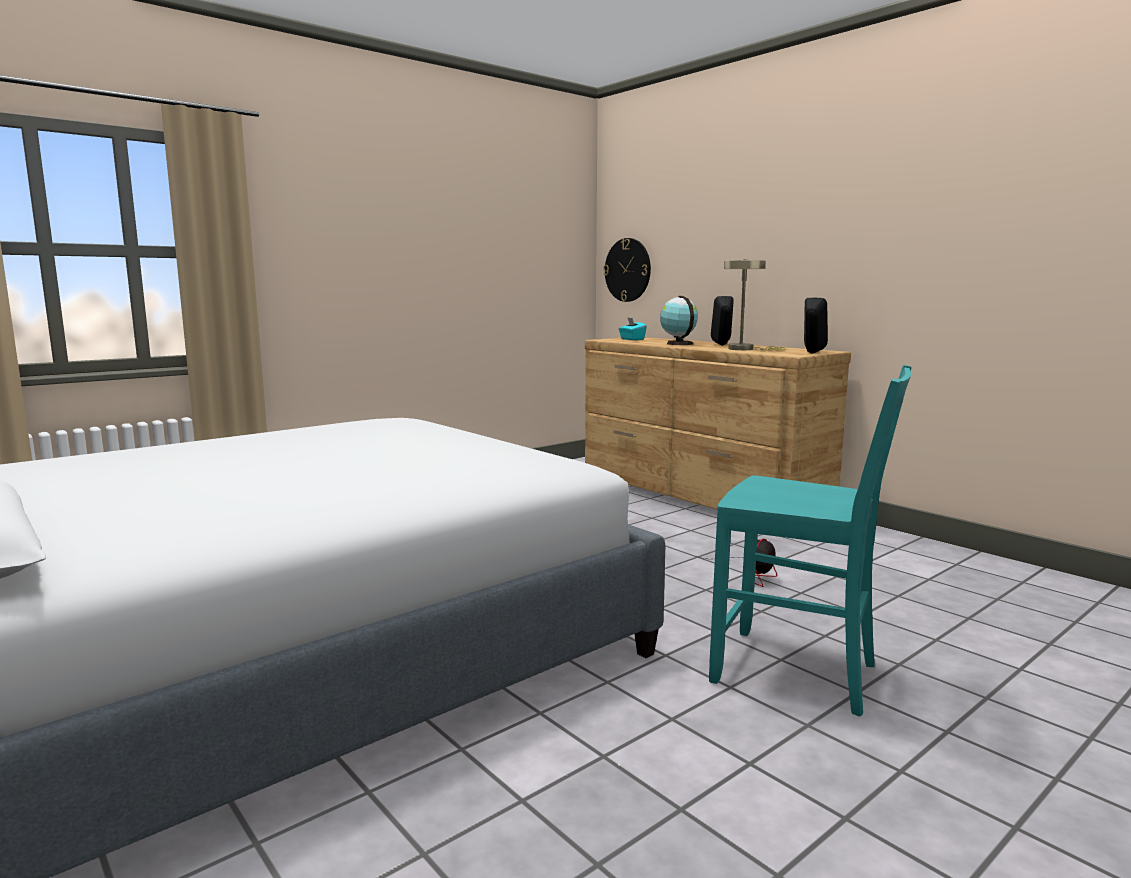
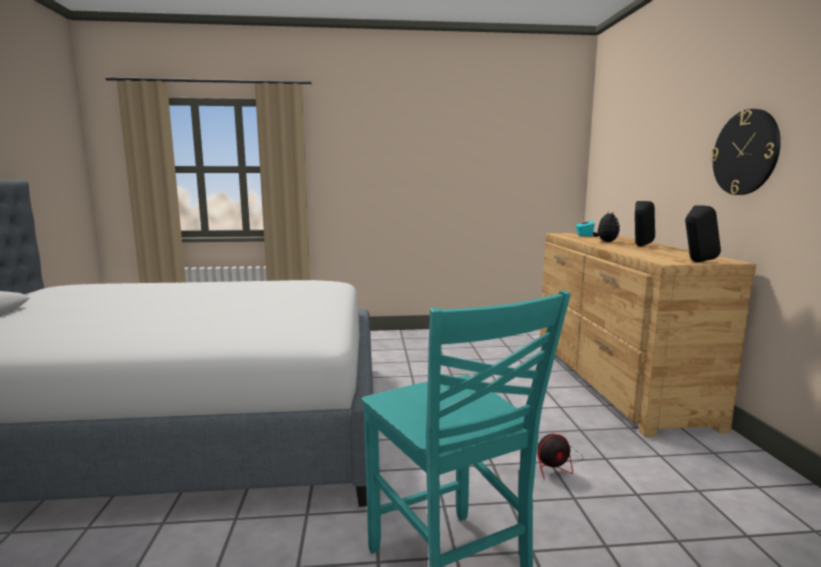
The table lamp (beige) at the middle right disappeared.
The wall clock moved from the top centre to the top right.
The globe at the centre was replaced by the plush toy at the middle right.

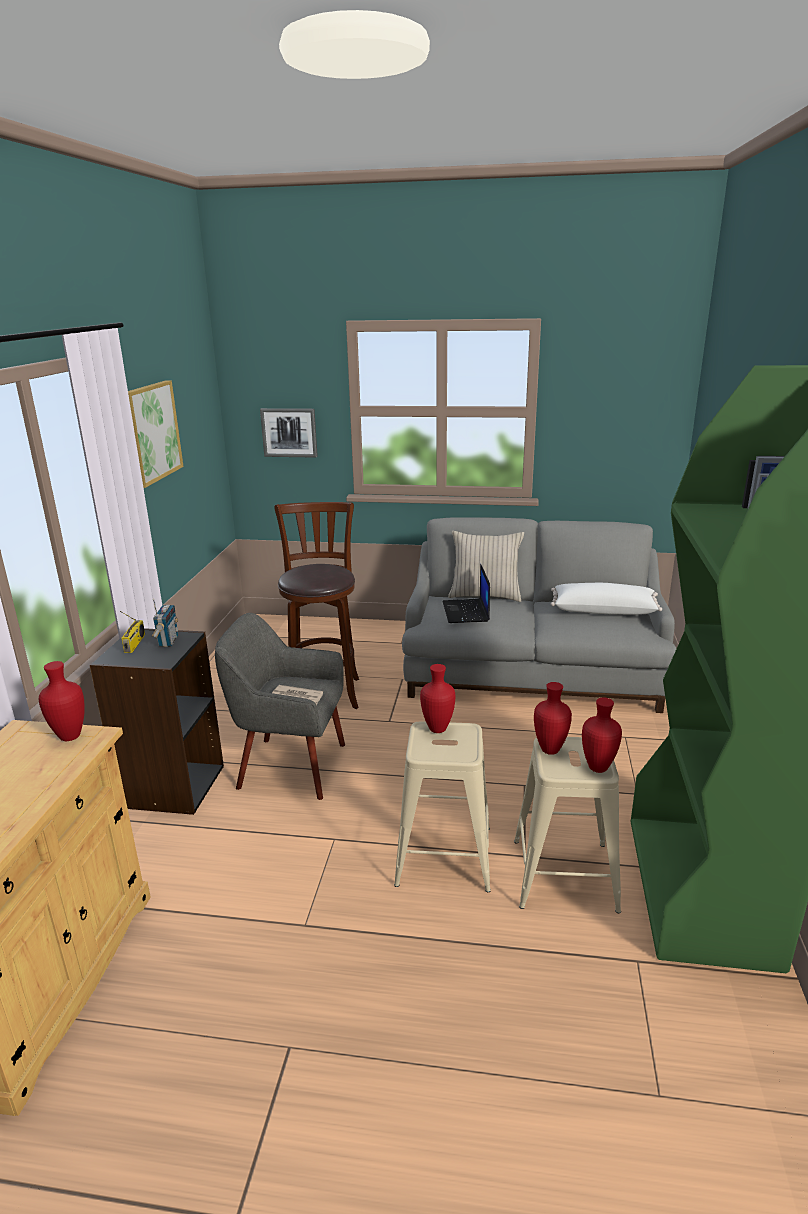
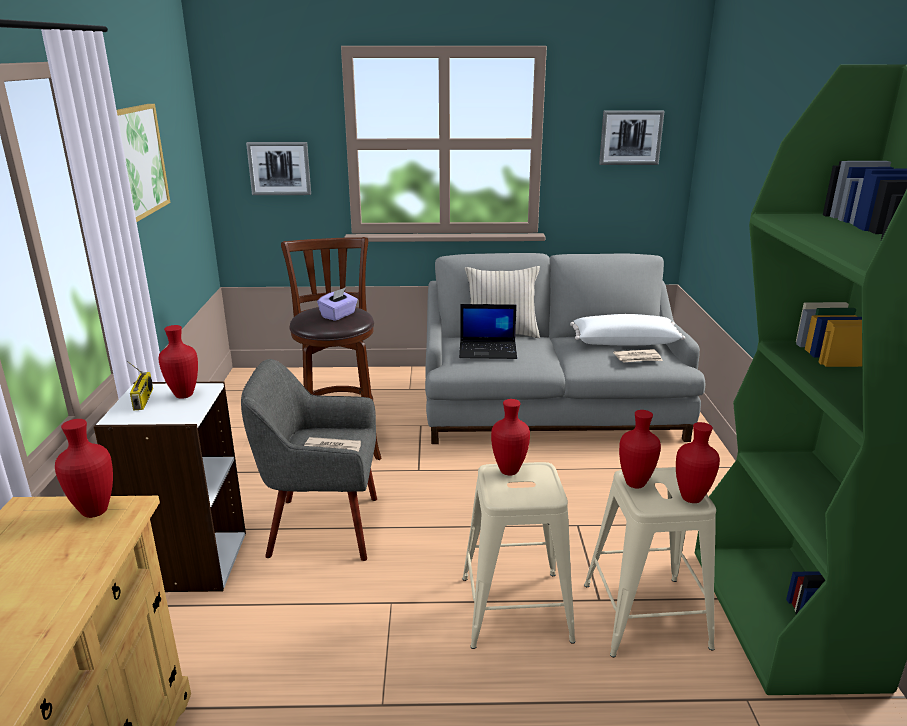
The tissue box (purple) at the centre appeared.
The picture (3rd from left) at the top right appeared.
The newspaper (2nd from left) at the middle right appeared.
The radio (2nd from left) at the middle left was replaced by the vase (red) (2nd from left) at the middle left.
The bookcase (black) at the middle left became the bookcase (white) at the bottom left.
The laptop at the centre turned 75 degrees counterclockwise.

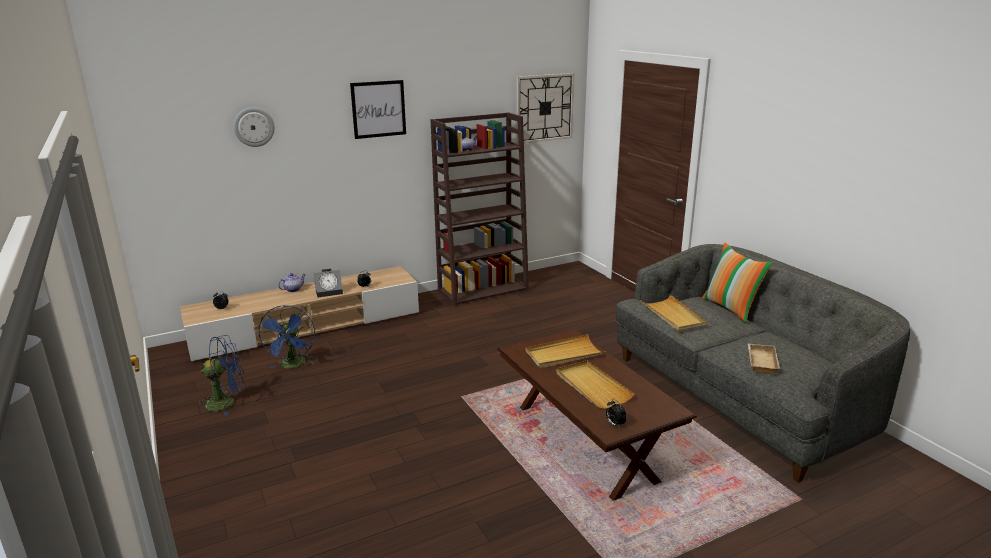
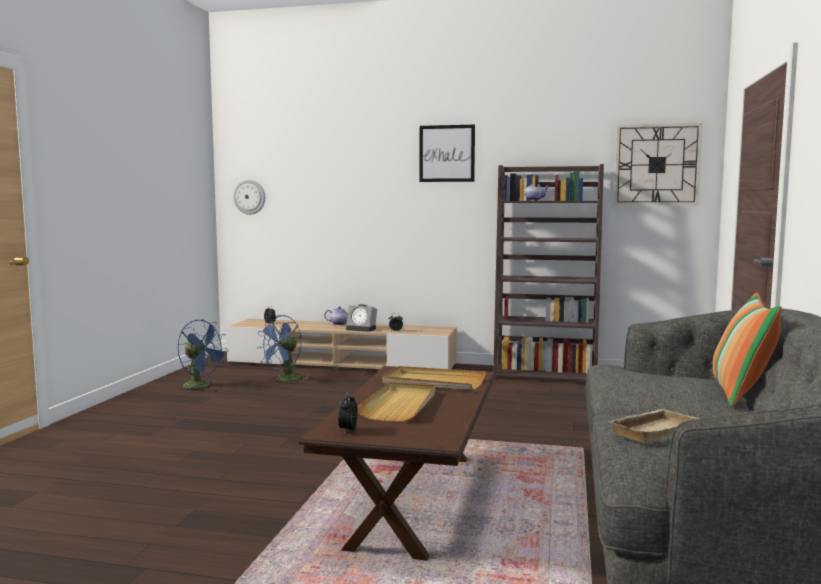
The tray (beige) (3rd from left) at the middle right disappeared.
The wall clock (1st from left) moved from the top left to the middle left.

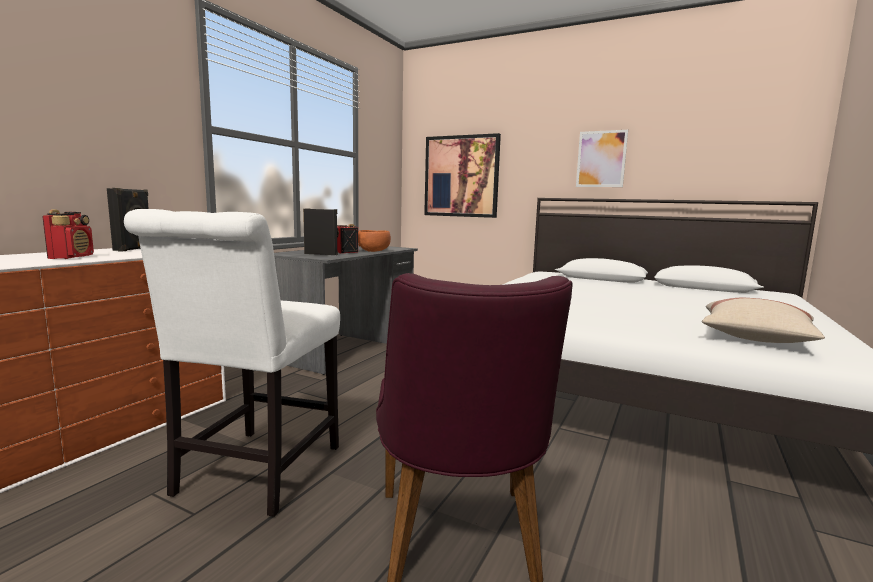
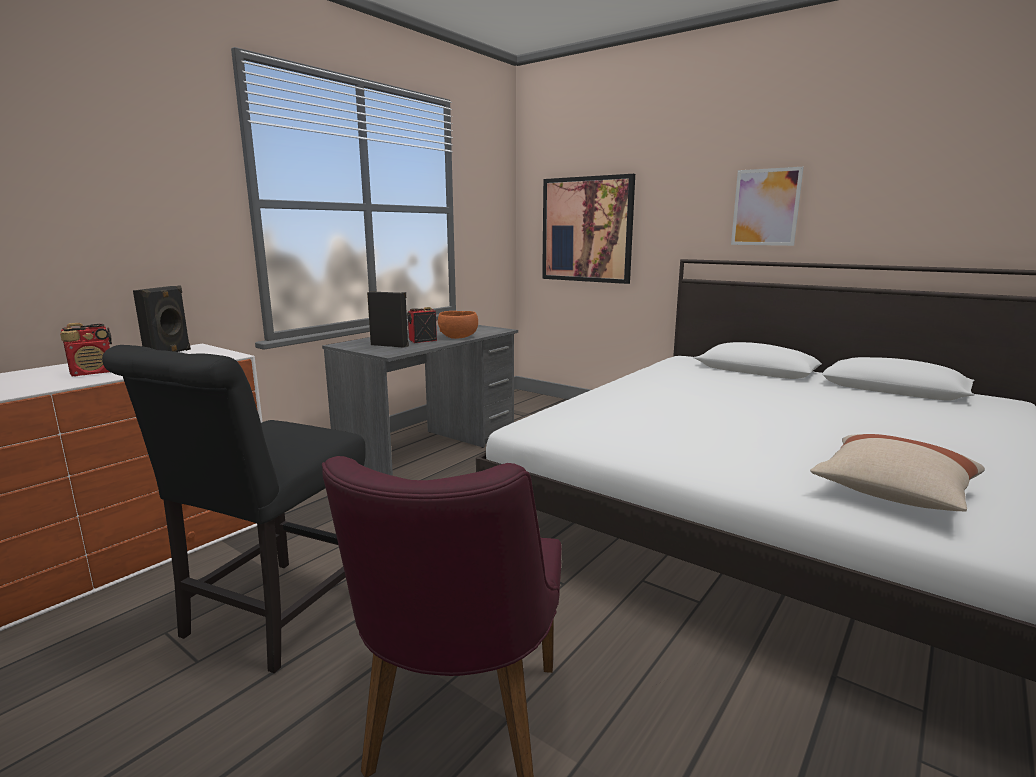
The chair (white) at the middle left became the chair (black) at the middle left.
The radio (1st from left) at the middle left turned 45 degrees clockwise.

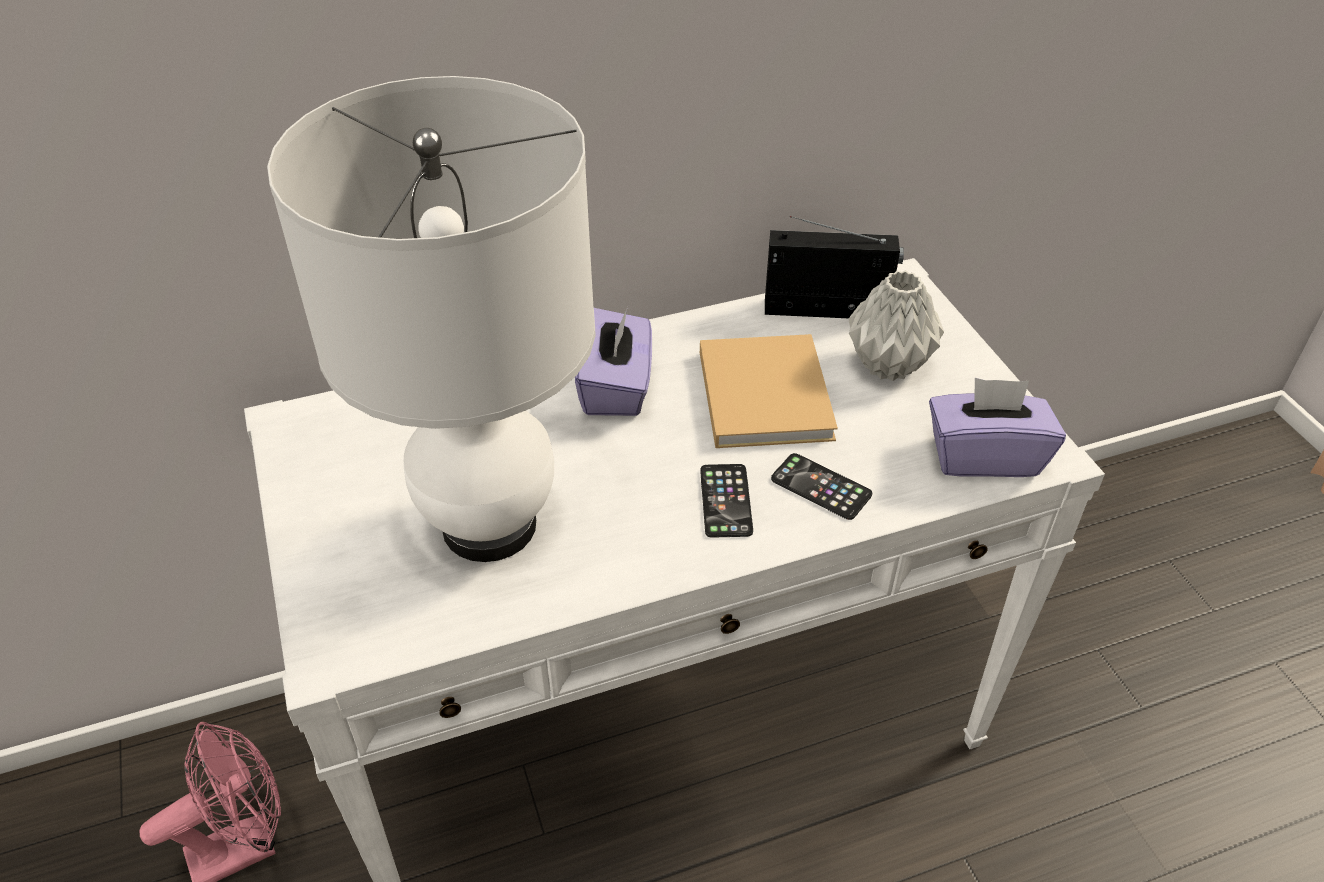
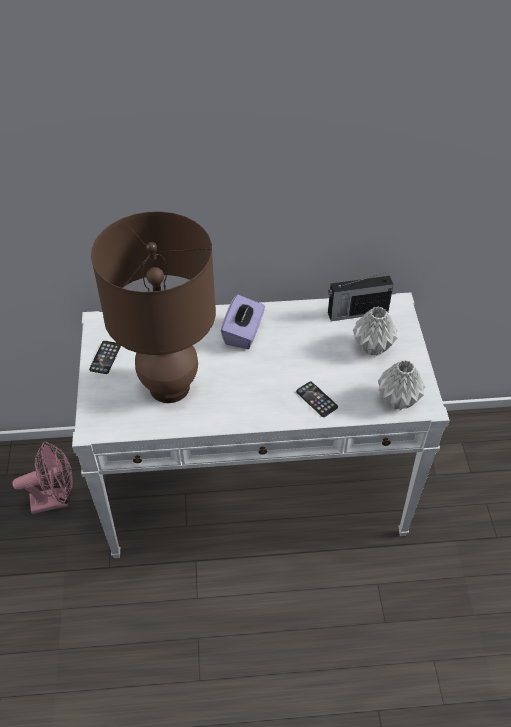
The book (beige) at the centre disappeared.
The phone (1st from left) moved from the centre to the middle left.
The tissue box (purple) (2nd from left) at the middle right was replaced by the vase (grey) (2nd from left) at the middle right.
The table lamp (white) at the middle left became the table lamp (brown) at the middle left.
The radio at the top centre turned 150 degrees clockwise.

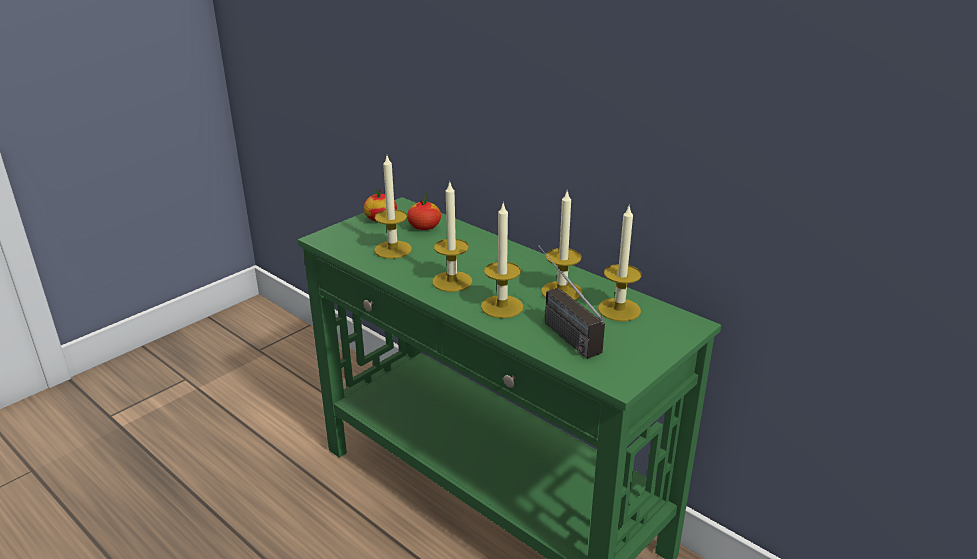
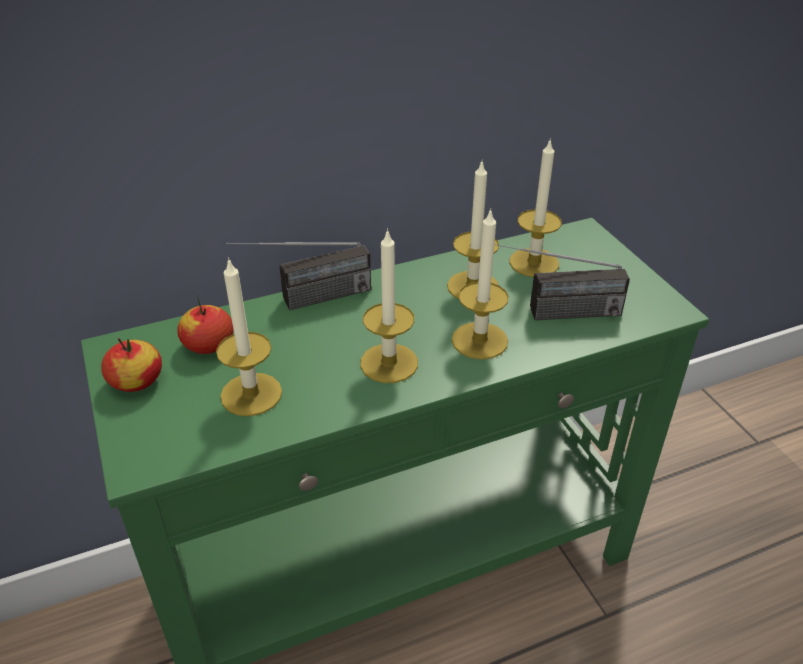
The radio (1st from left) at the centre appeared.

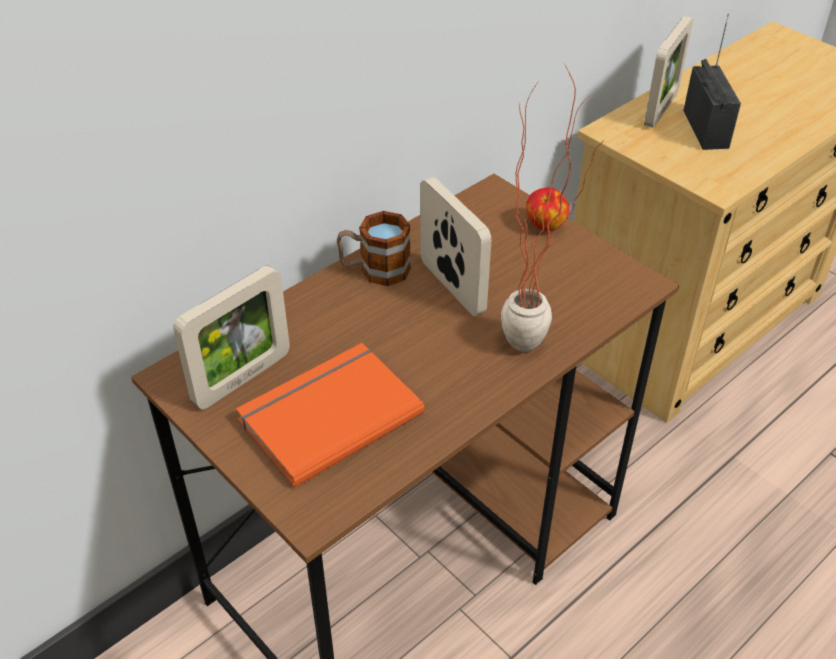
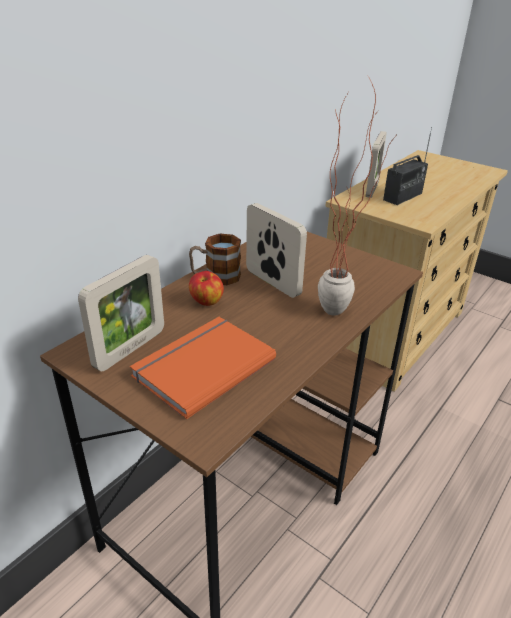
The apple moved from the top centre to the centre.
The radio at the top right turned 60 degrees clockwise.

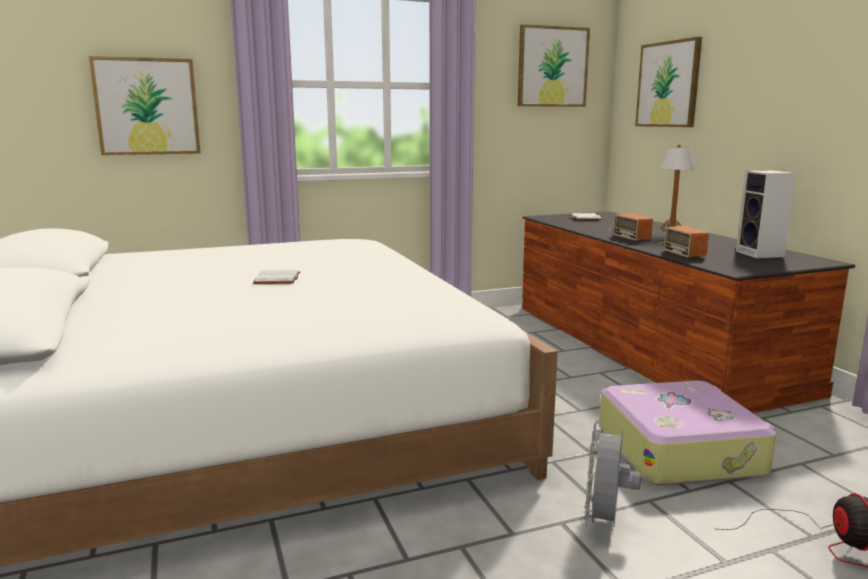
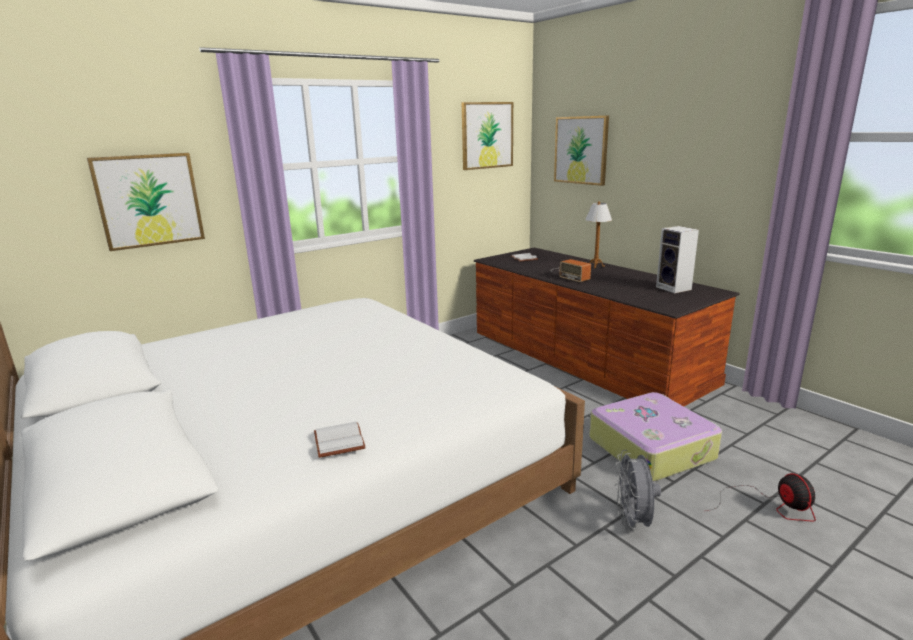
The radio (2nd from left) at the middle right disappeared.
The book (white) (1st from left) moved from the middle left to the bottom centre.

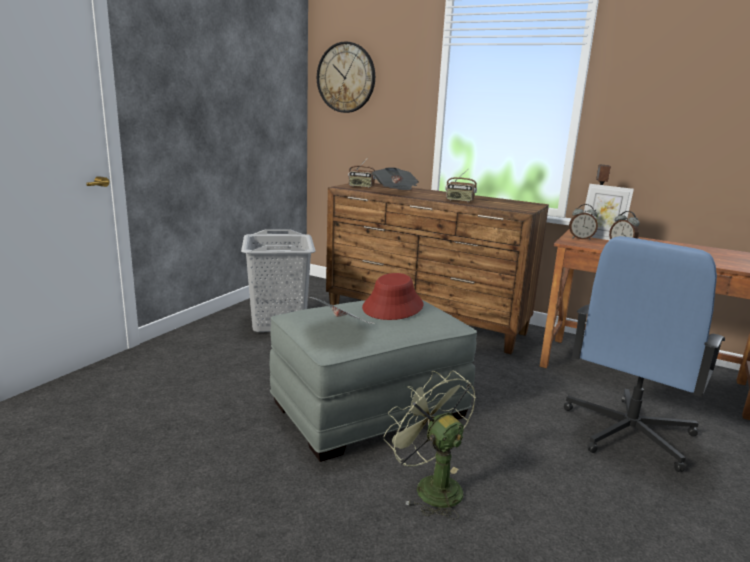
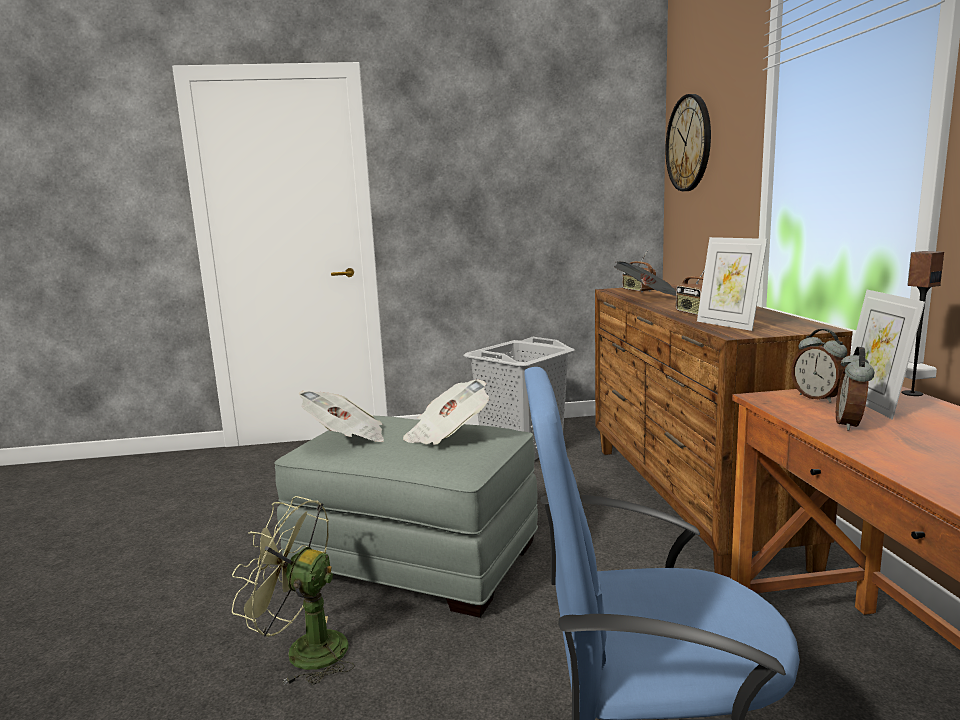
The picture frame (1st from left) at the middle right appeared.
The hat (red) at the centre was replaced by the newspaper (2nd from left) at the centre.
The fan (green) at the bottom centre turned 90 degrees counterclockwise.

